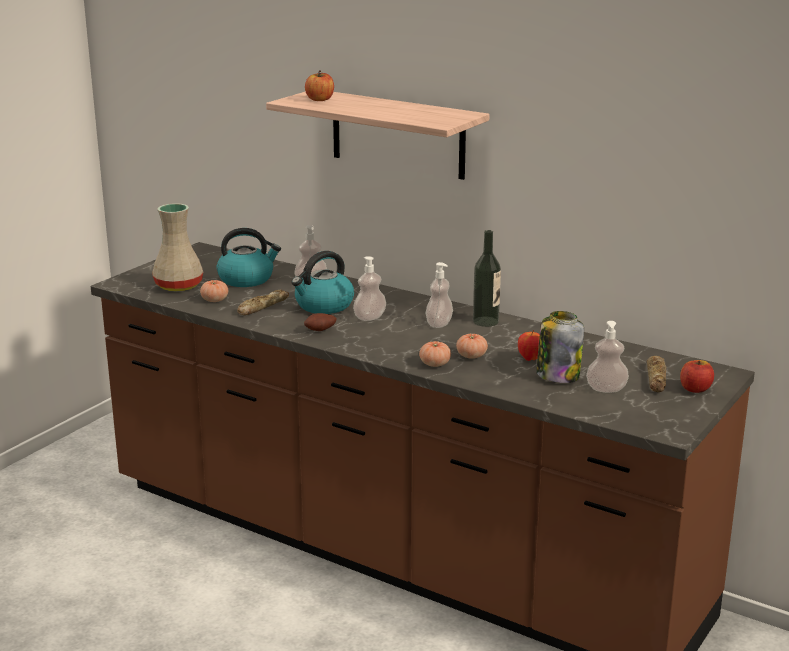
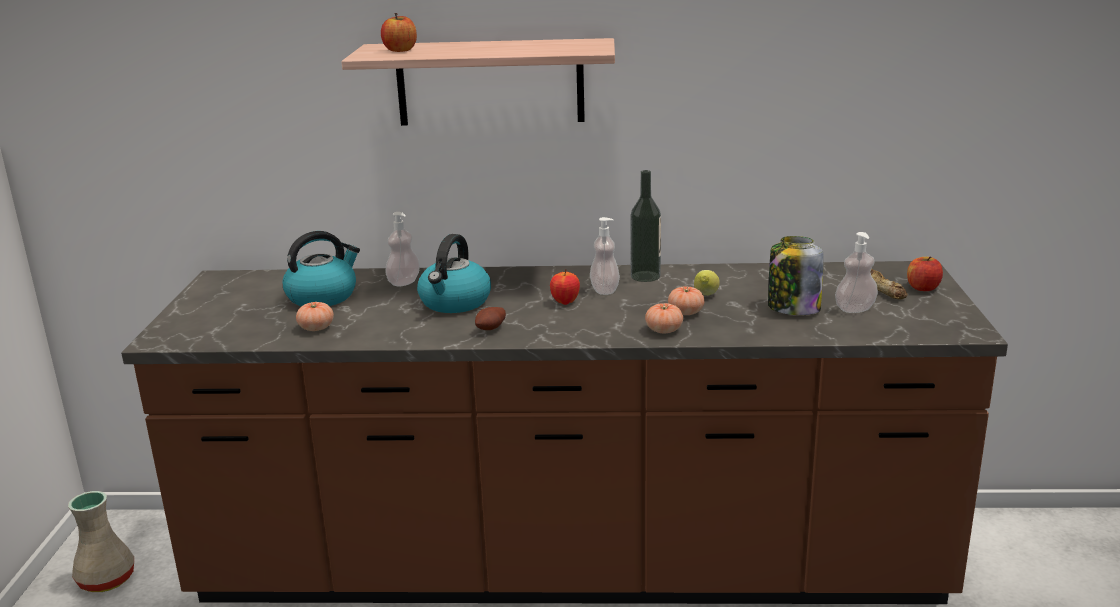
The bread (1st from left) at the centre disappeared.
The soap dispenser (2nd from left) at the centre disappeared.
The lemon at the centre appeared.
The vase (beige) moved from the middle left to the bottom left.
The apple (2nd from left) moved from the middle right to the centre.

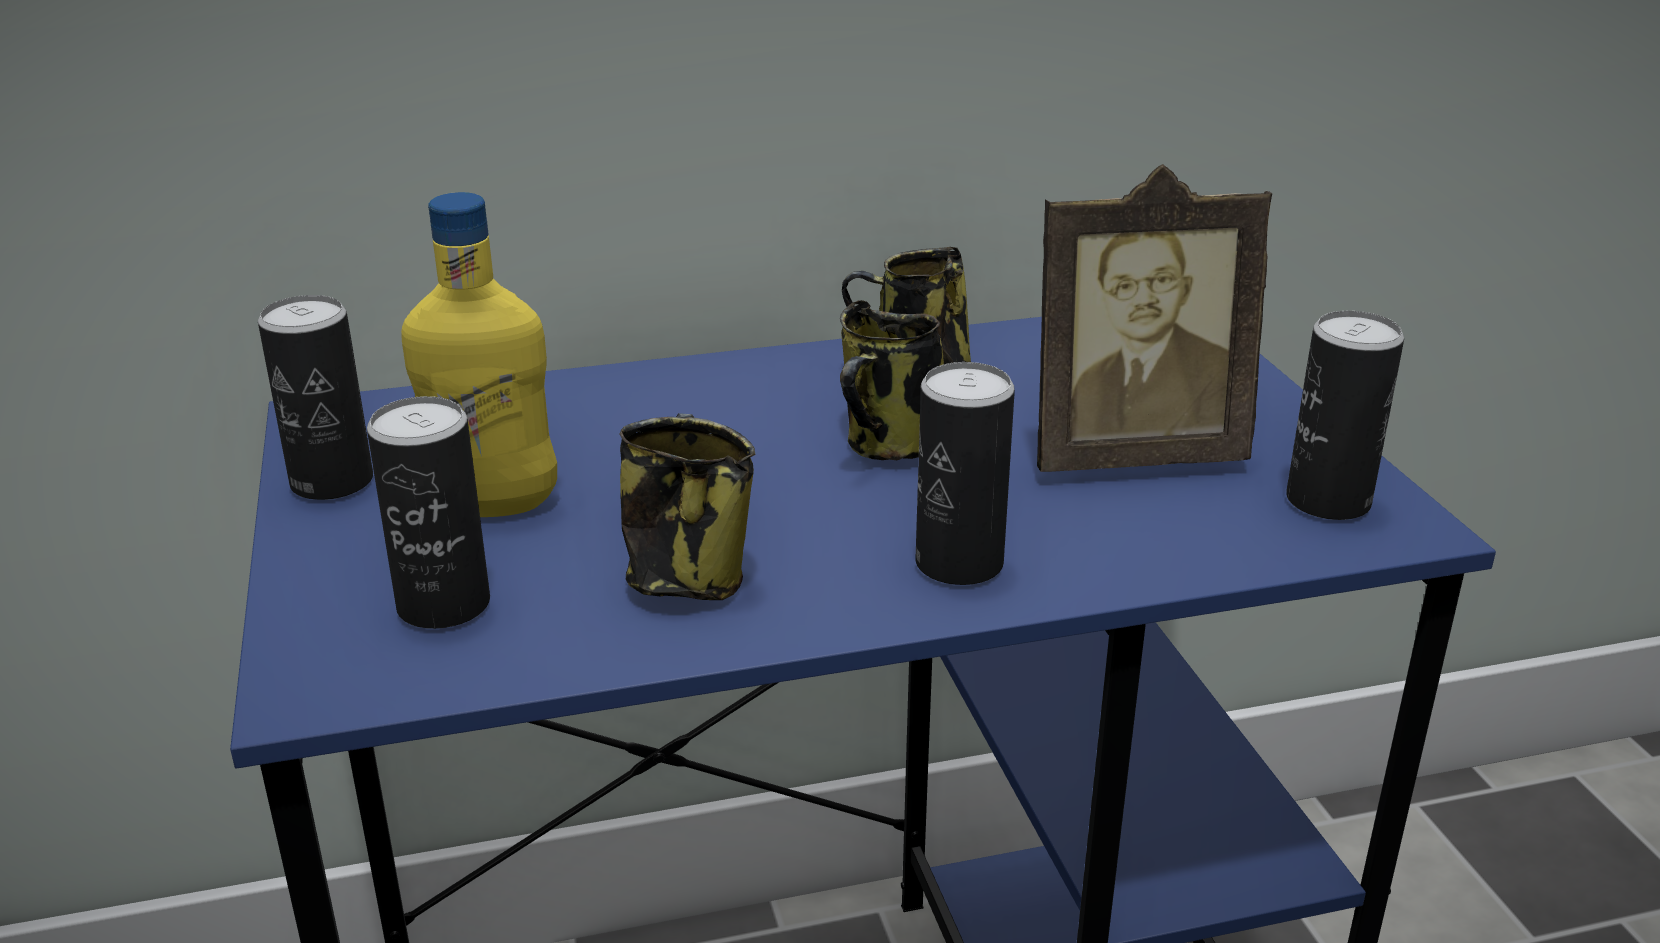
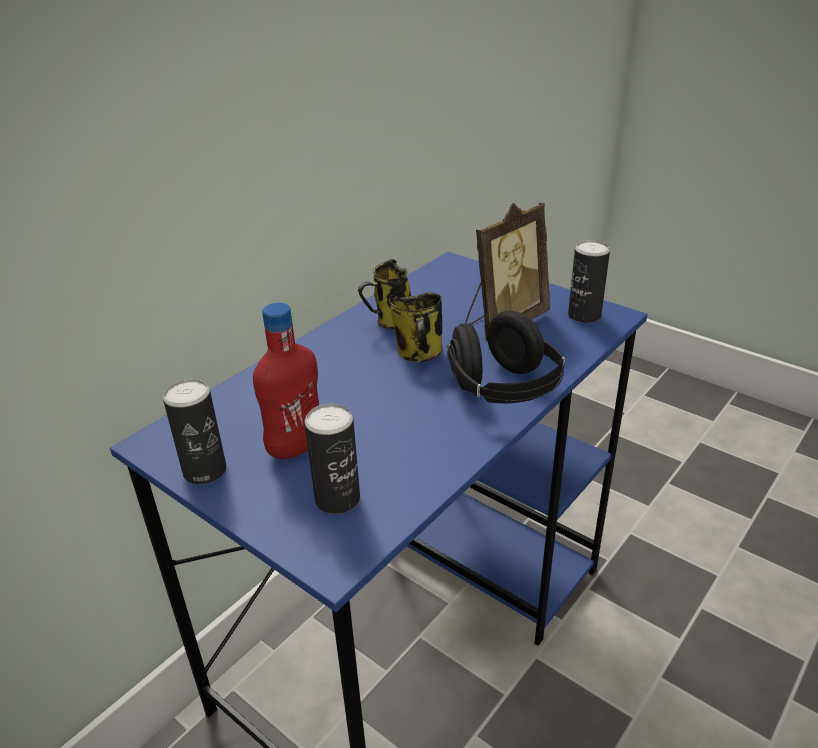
The mug (1st from left) at the centre disappeared.
The can (3rd from left) at the centre was replaced by the headphones (black) at the centre.
The bottle (yellow) at the middle left became the bottle (red) at the centre.

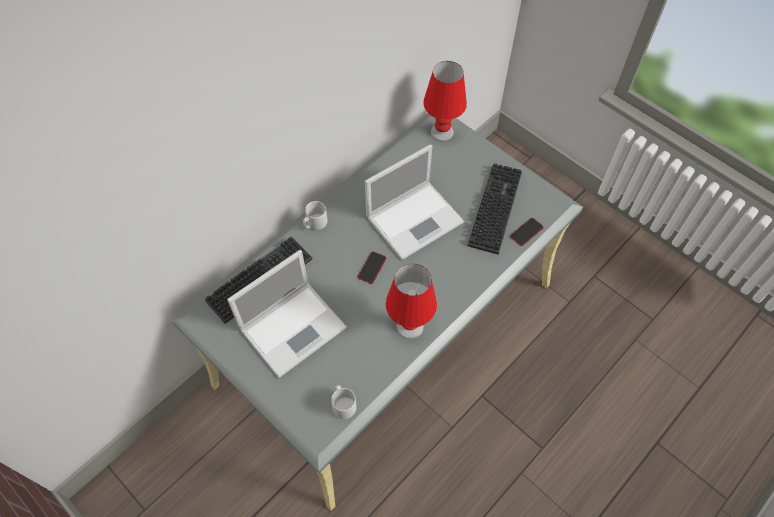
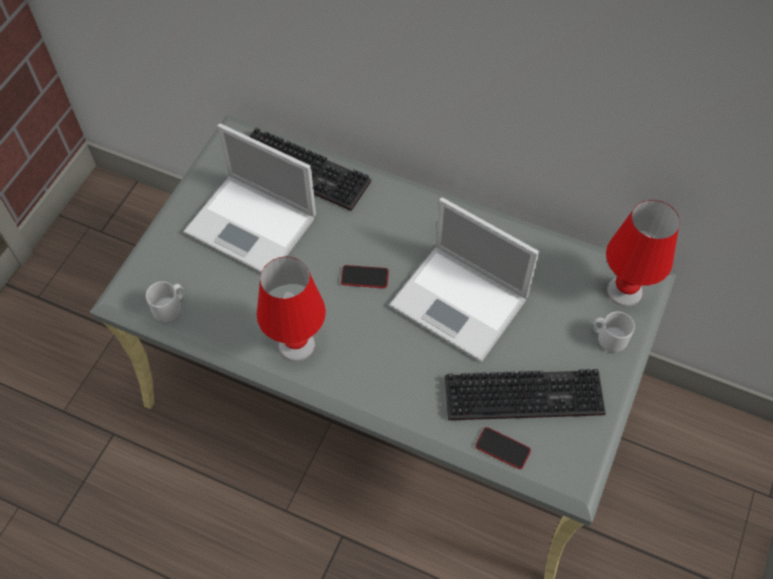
The mug (grey) (1st from left in the first image) moved from the centre to the middle right.

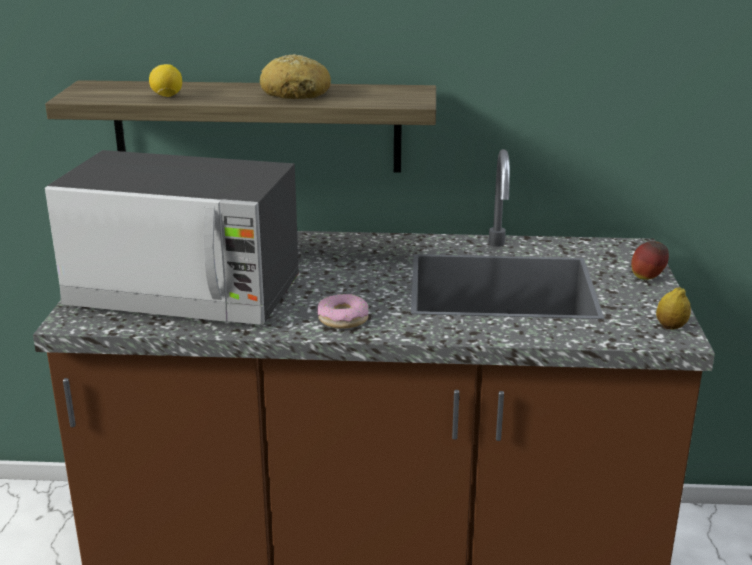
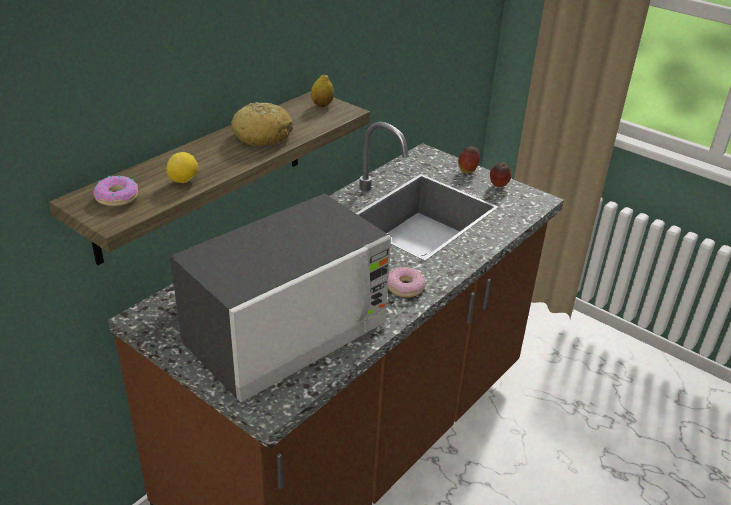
The donut (1st from left) at the middle left appeared.
The apple (2nd from left) at the middle right appeared.
The lemon (2nd from left) moved from the middle right to the top centre.

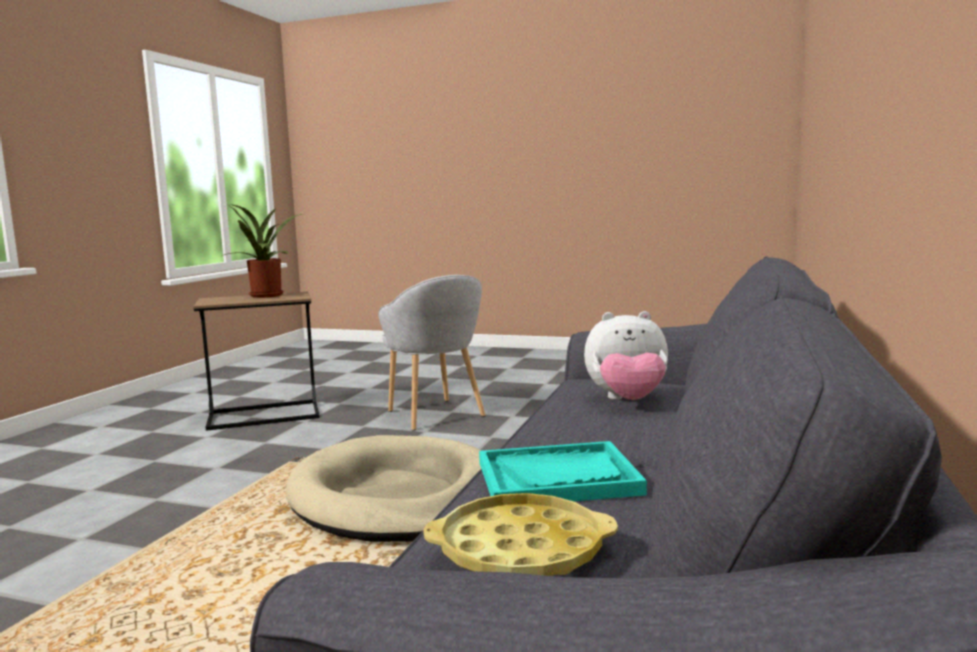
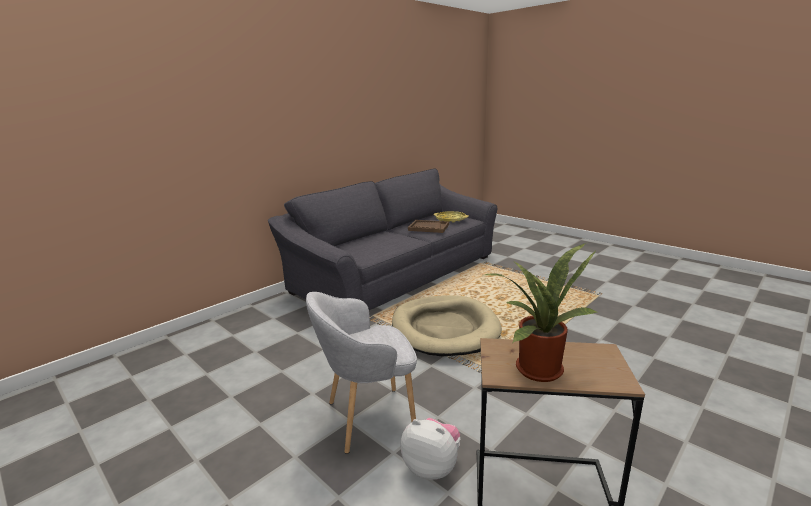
The plush toy moved from the centre to the bottom centre.
The tray (turquoise) at the bottom centre became the tray (brown) at the centre.
The armchair (grey) at the centre turned 105 degrees counterclockwise.

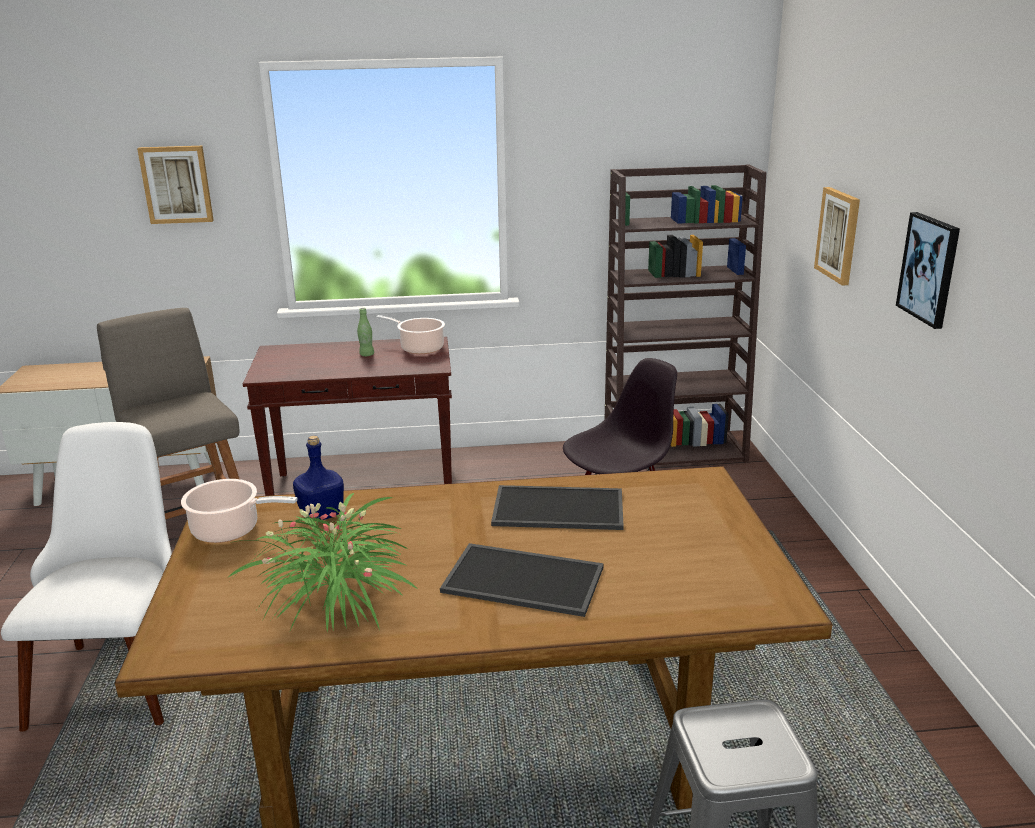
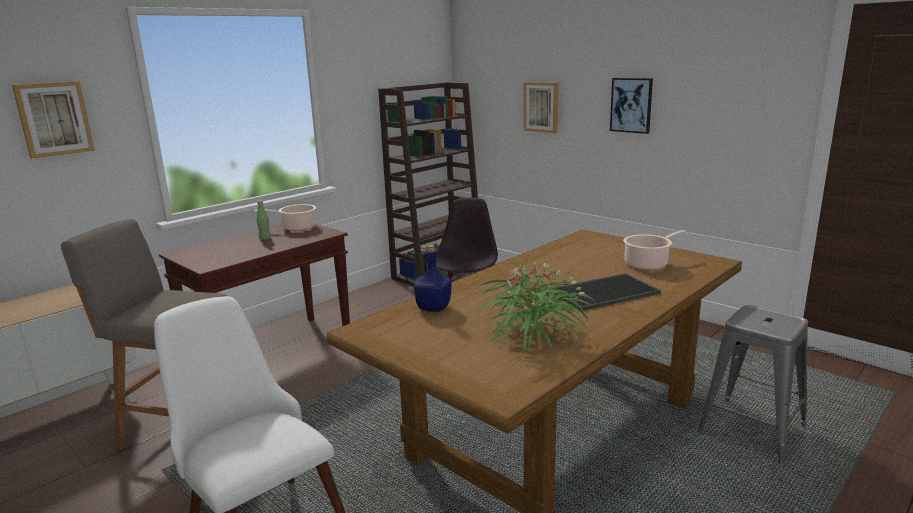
The tray (2nd from left) at the centre disappeared.
The cooking pot (1st from left in the first image) moved from the middle left to the middle right.

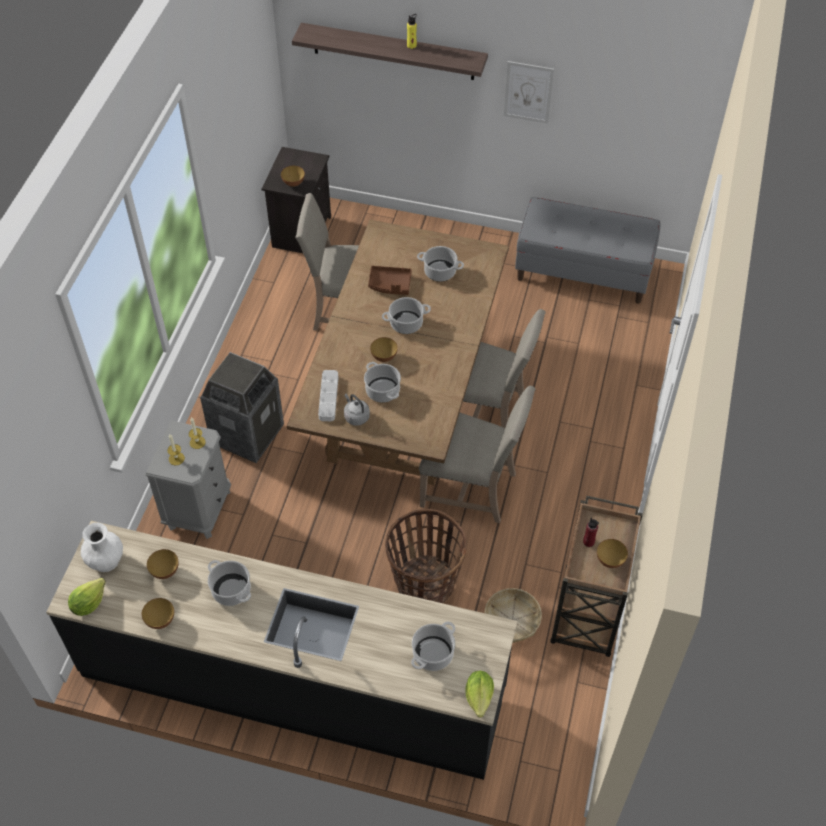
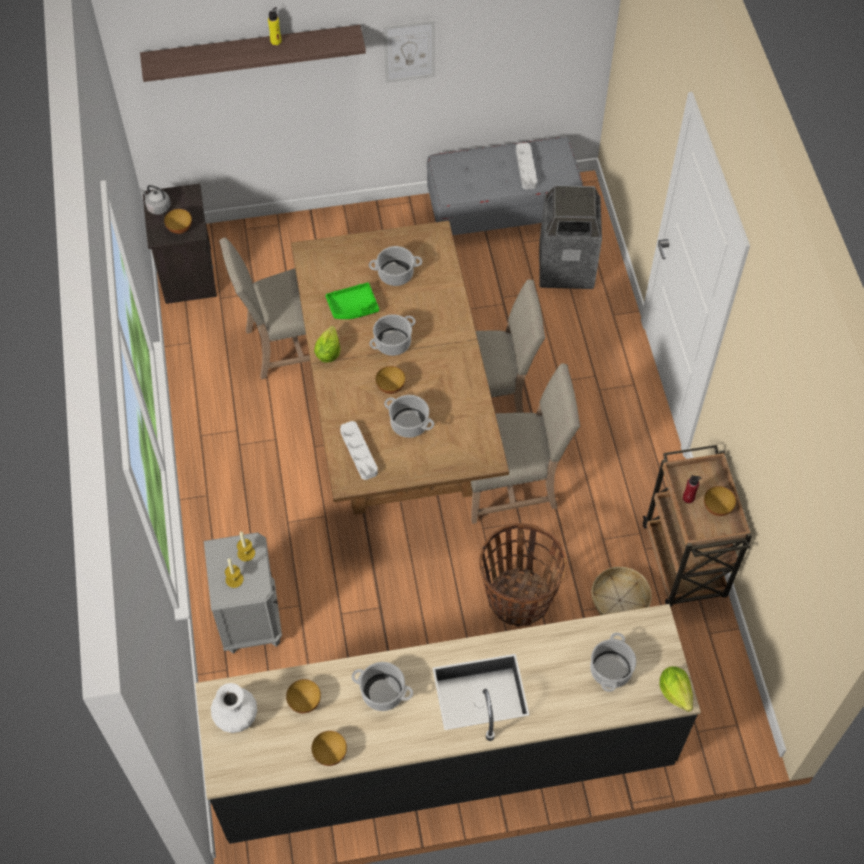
The tray (grey) (2nd from left) at the top centre appeared.
The lettuce (1st from left) moved from the bottom left to the centre.
The trash can moved from the middle left to the top centre.
The kettle (grey) moved from the centre to the top left.
The tray (brown) at the centre became the tray (green) at the centre.

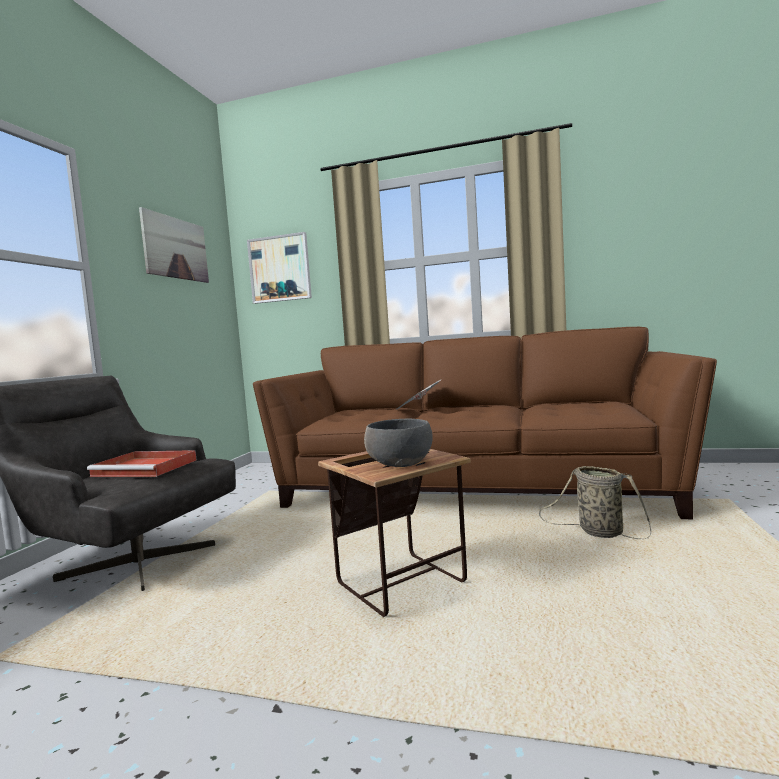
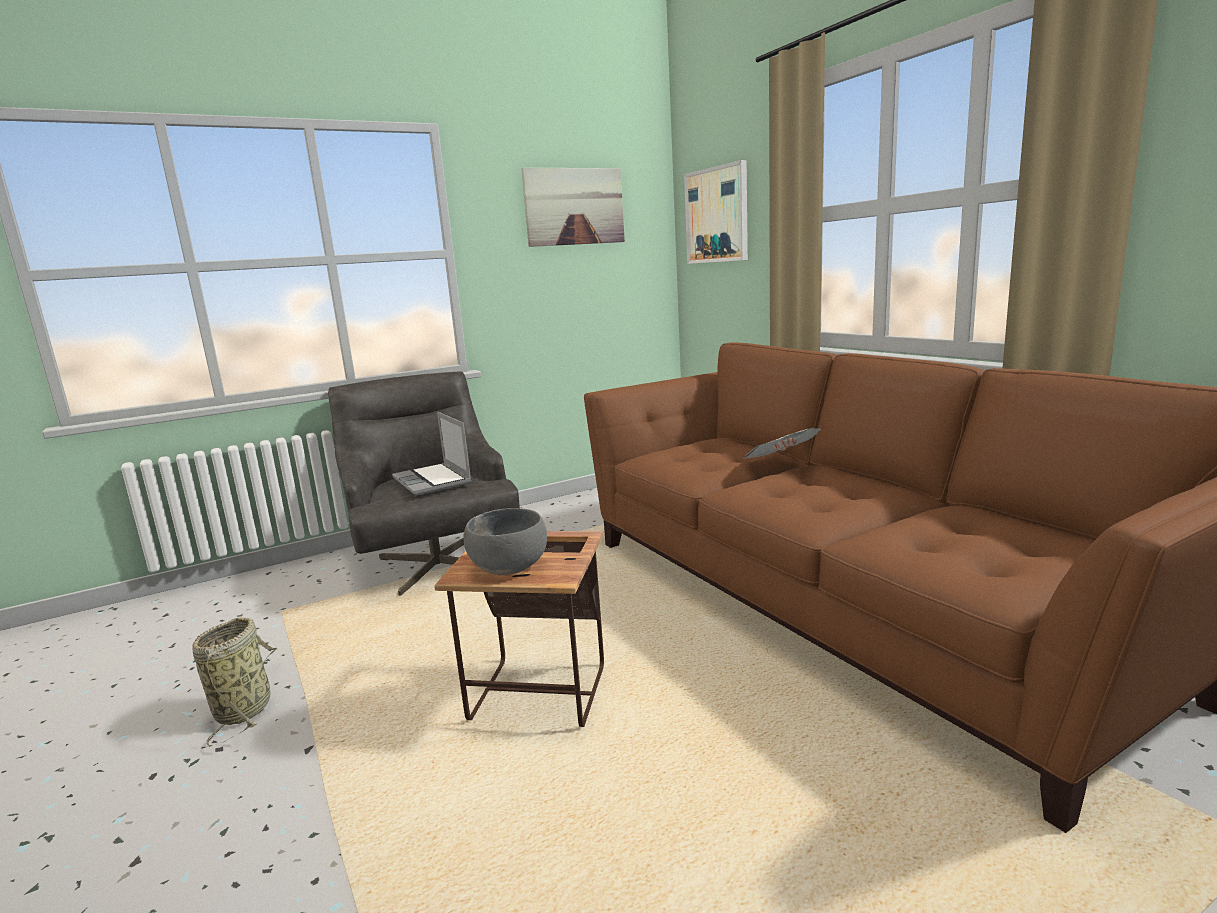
The basket moved from the middle right to the bottom left.
The tray (red) at the middle left was replaced by the laptop at the centre.

